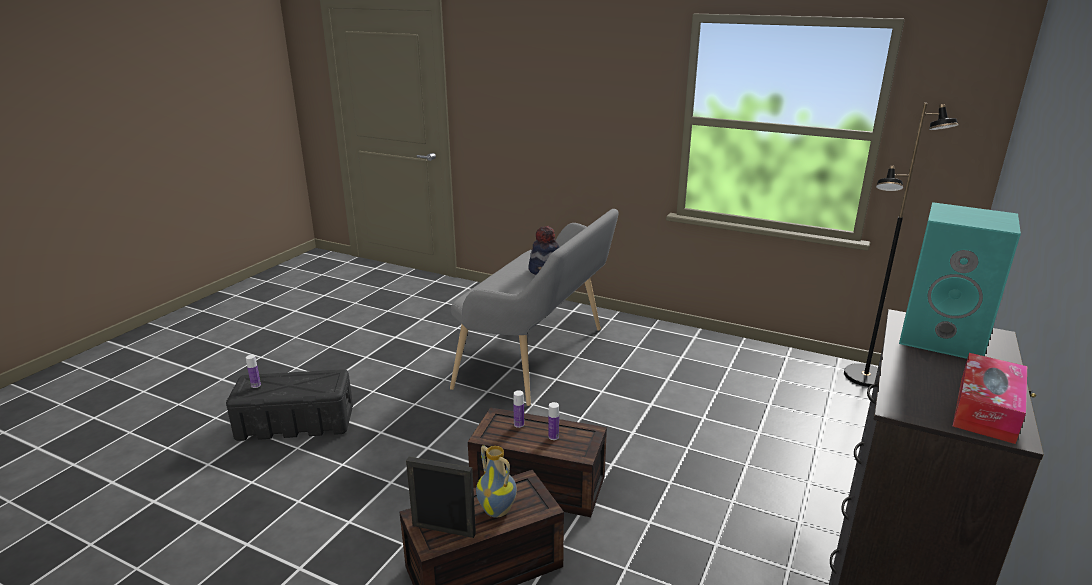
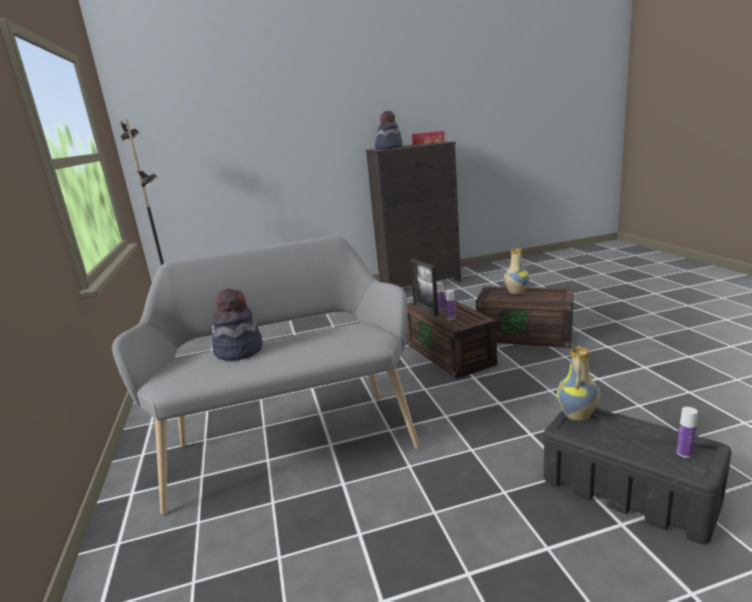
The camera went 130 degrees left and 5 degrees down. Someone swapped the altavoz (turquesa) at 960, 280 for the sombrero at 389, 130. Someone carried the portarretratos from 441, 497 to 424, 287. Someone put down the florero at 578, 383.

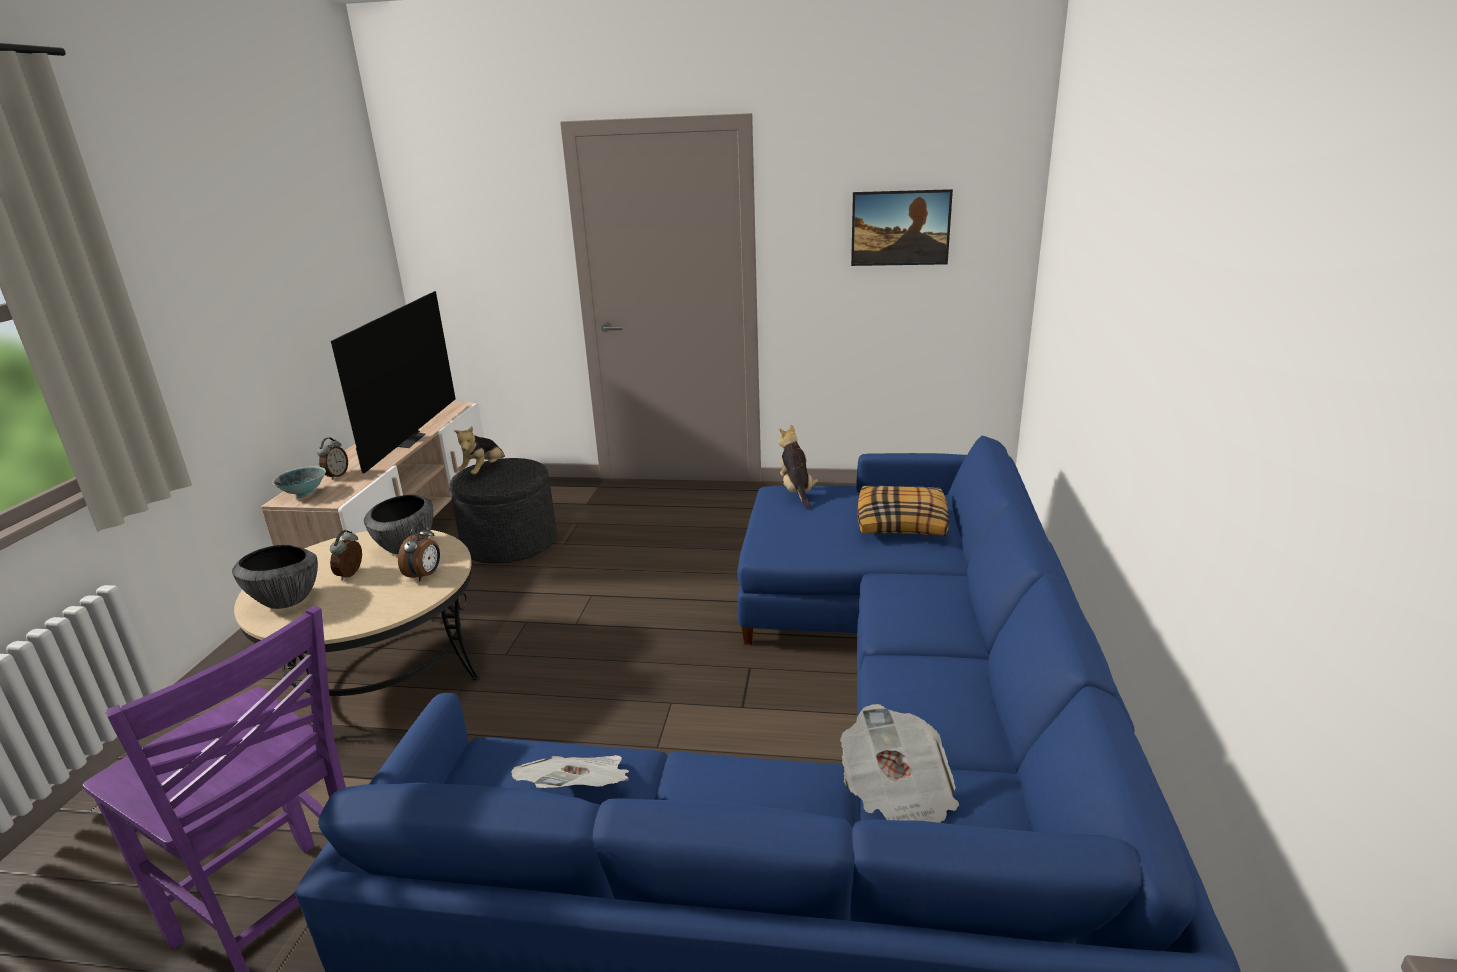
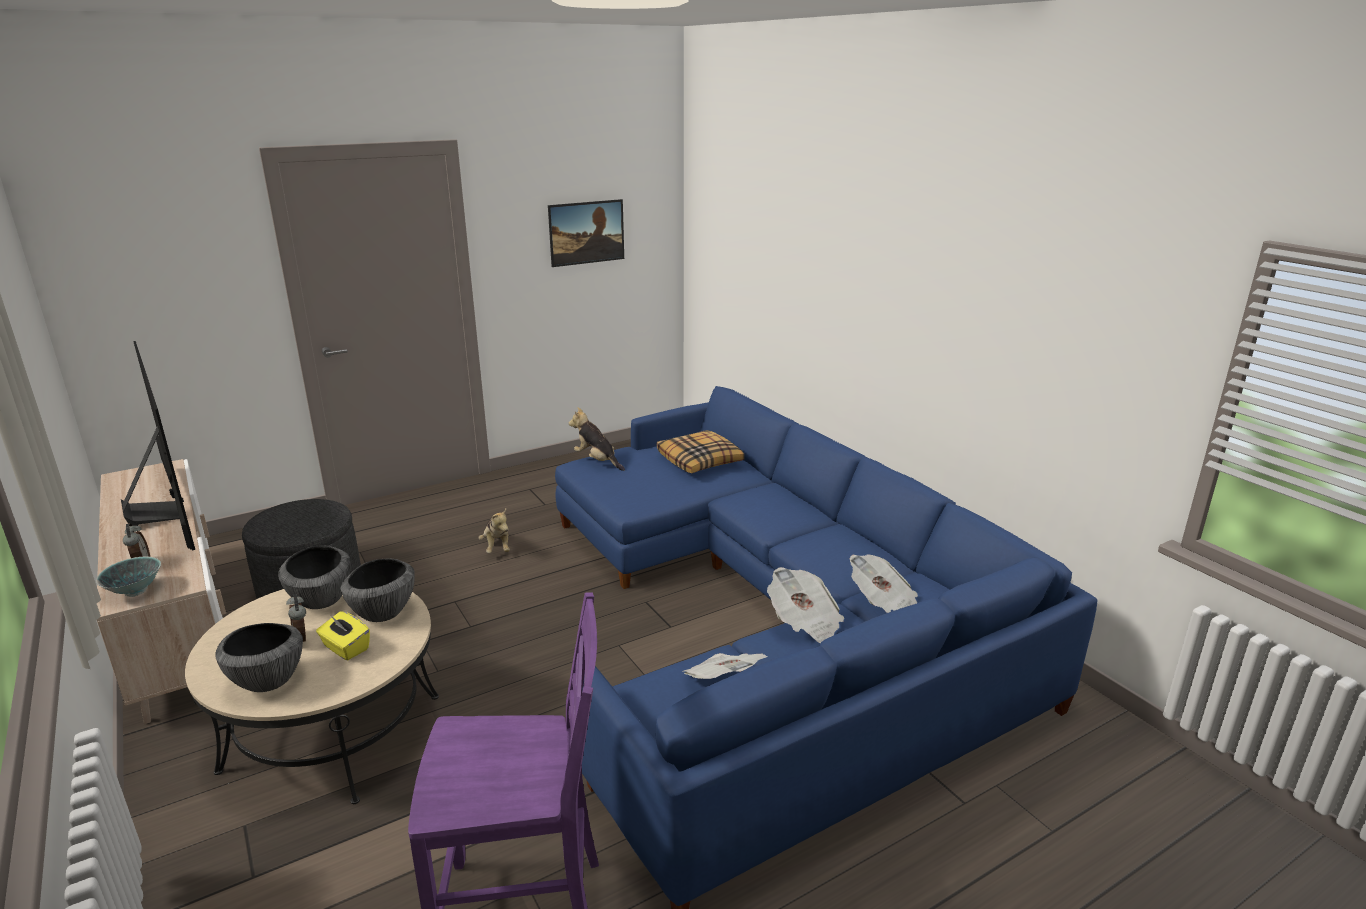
The camera went 40 degrees left and 0 degrees up. Someone put down the caja de pañuelos (amarillo) at 343, 635. Someone swapped the despertador at 419, 552 for the cuenco at 378, 590. Someone carried the peluche from 479, 451 to 494, 531. Someone put down the periódico at 805, 605.

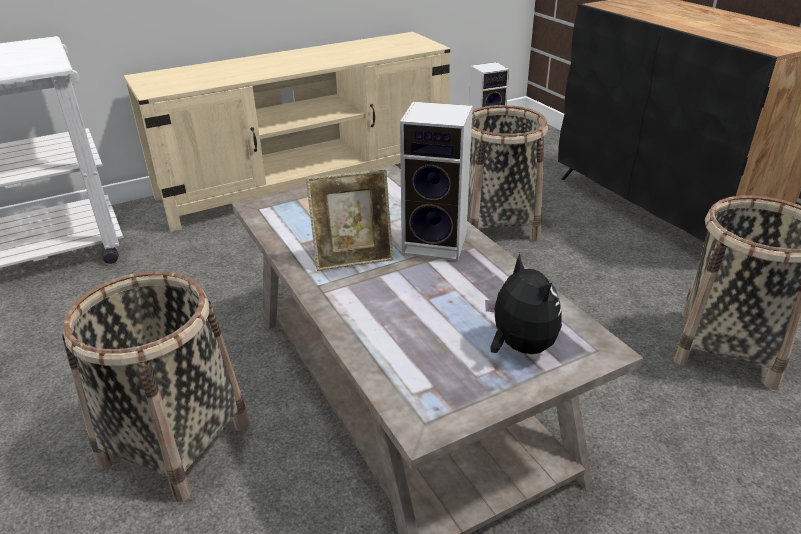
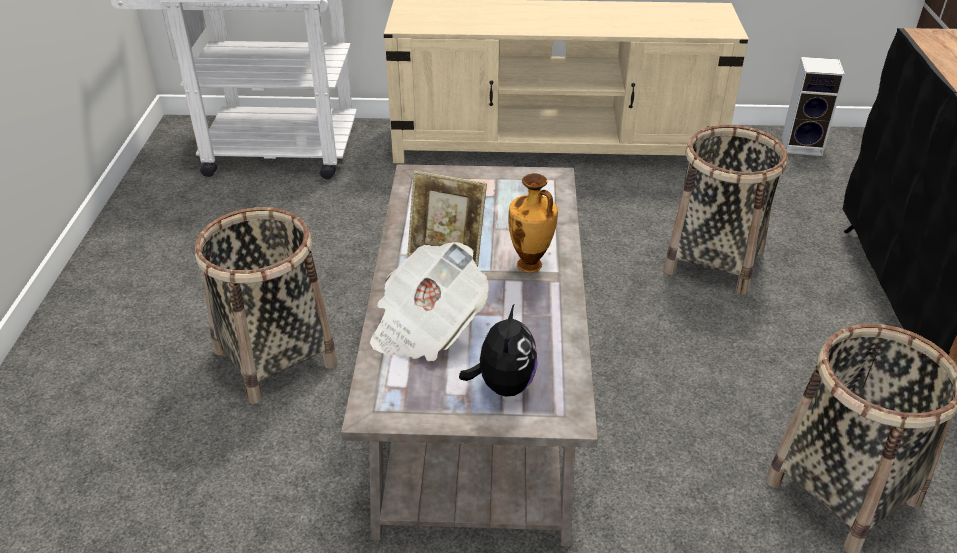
The camera went 30 degrees right and 5 degrees up. Someone put down the periódico at 429, 301. Someone swapped the altavoz at 436, 181 for the florero at 533, 223.

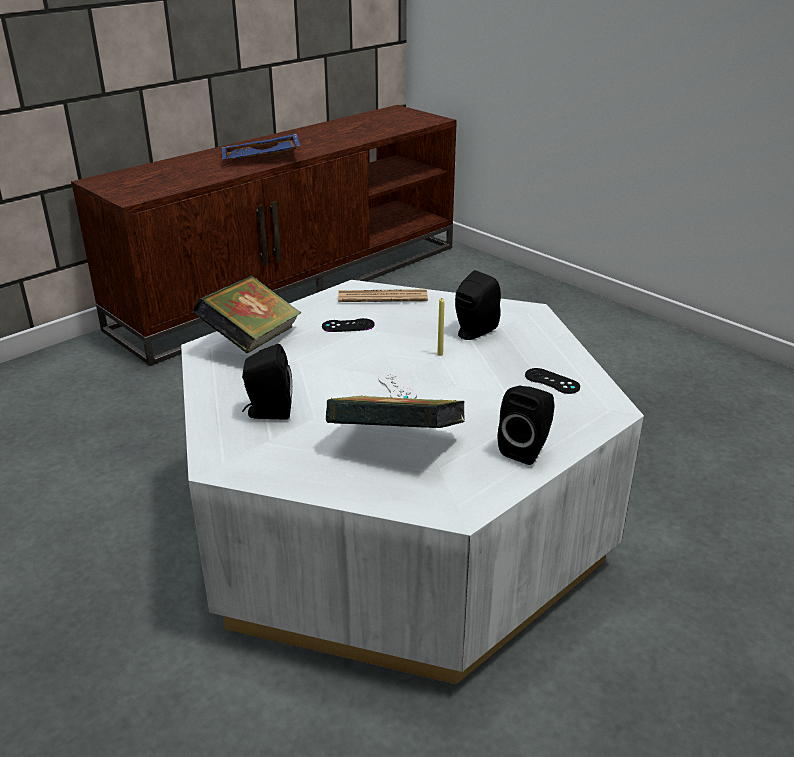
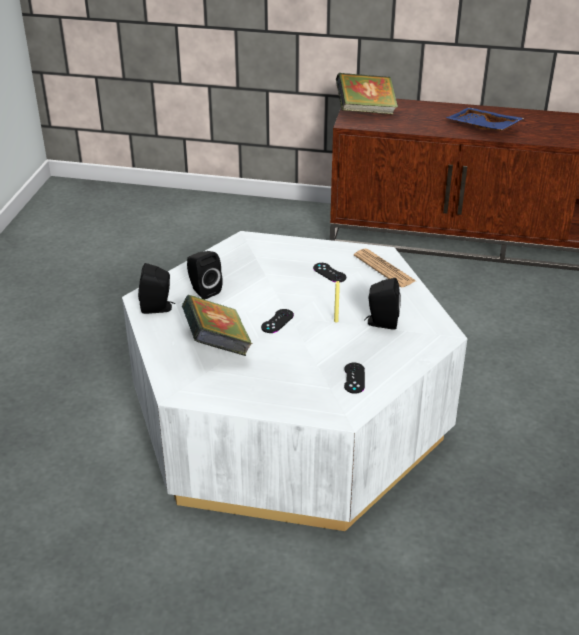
The camera went 55 degrees right and 5 degrees up. Someone carried the altavoz (negro) from 526, 425 to 156, 288. Someone repainted the mando de consola (blanco) at 397, 385, which became the mando de consola (negro) at 277, 321. Someone carried the libro from 247, 314 to 367, 93.

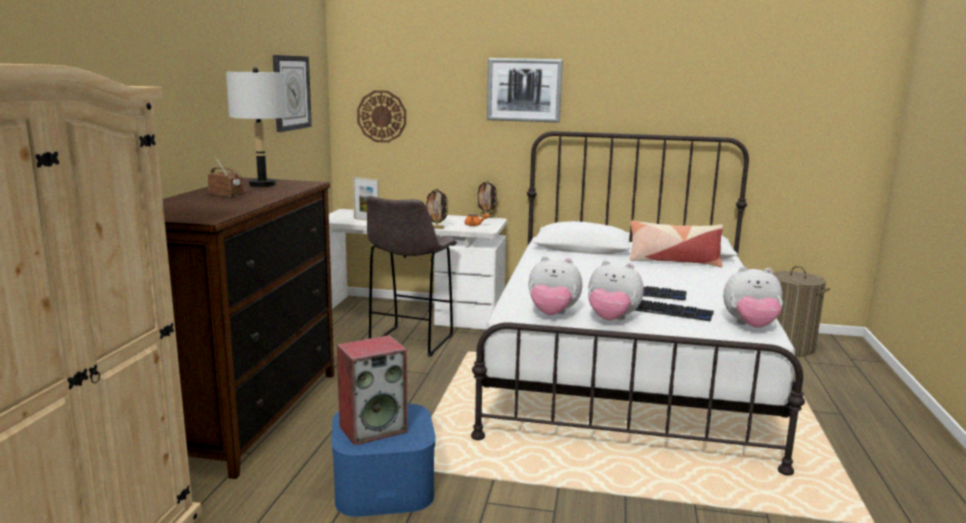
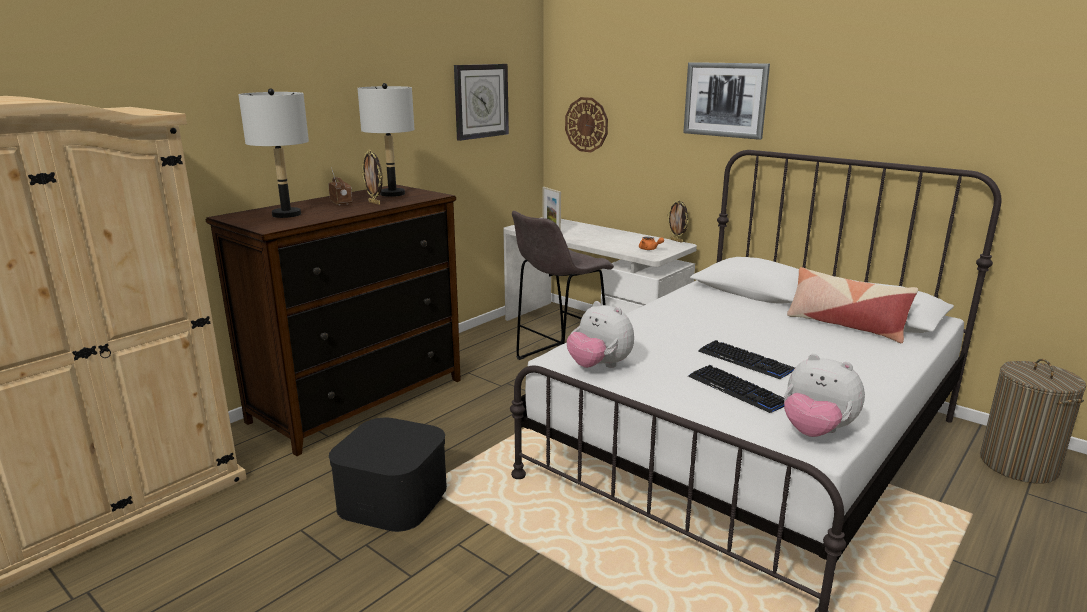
The camera went 30 degrees right and 5 degrees up. Someone put down the lámpara de mesa (gris) at 273, 153. Someone repainted the caja de almacenaje (azul) at 383, 460, which became the caja de almacenaje (negro) at 388, 475. Someone carried the portarretratos from 437, 208 to 372, 177. Someone took away the altavoz at 372, 390. Someone took away the peluche at 616, 290.

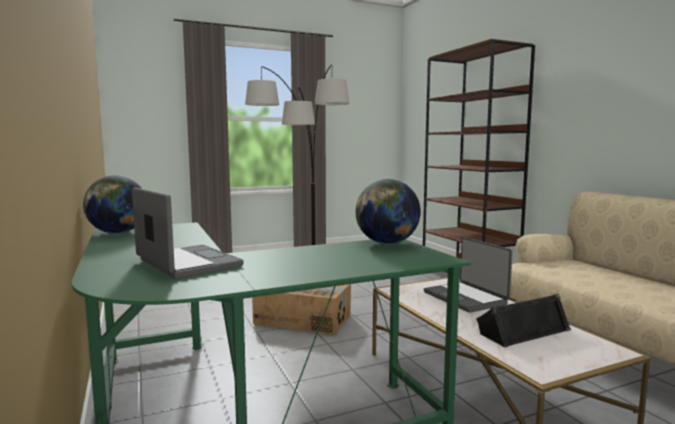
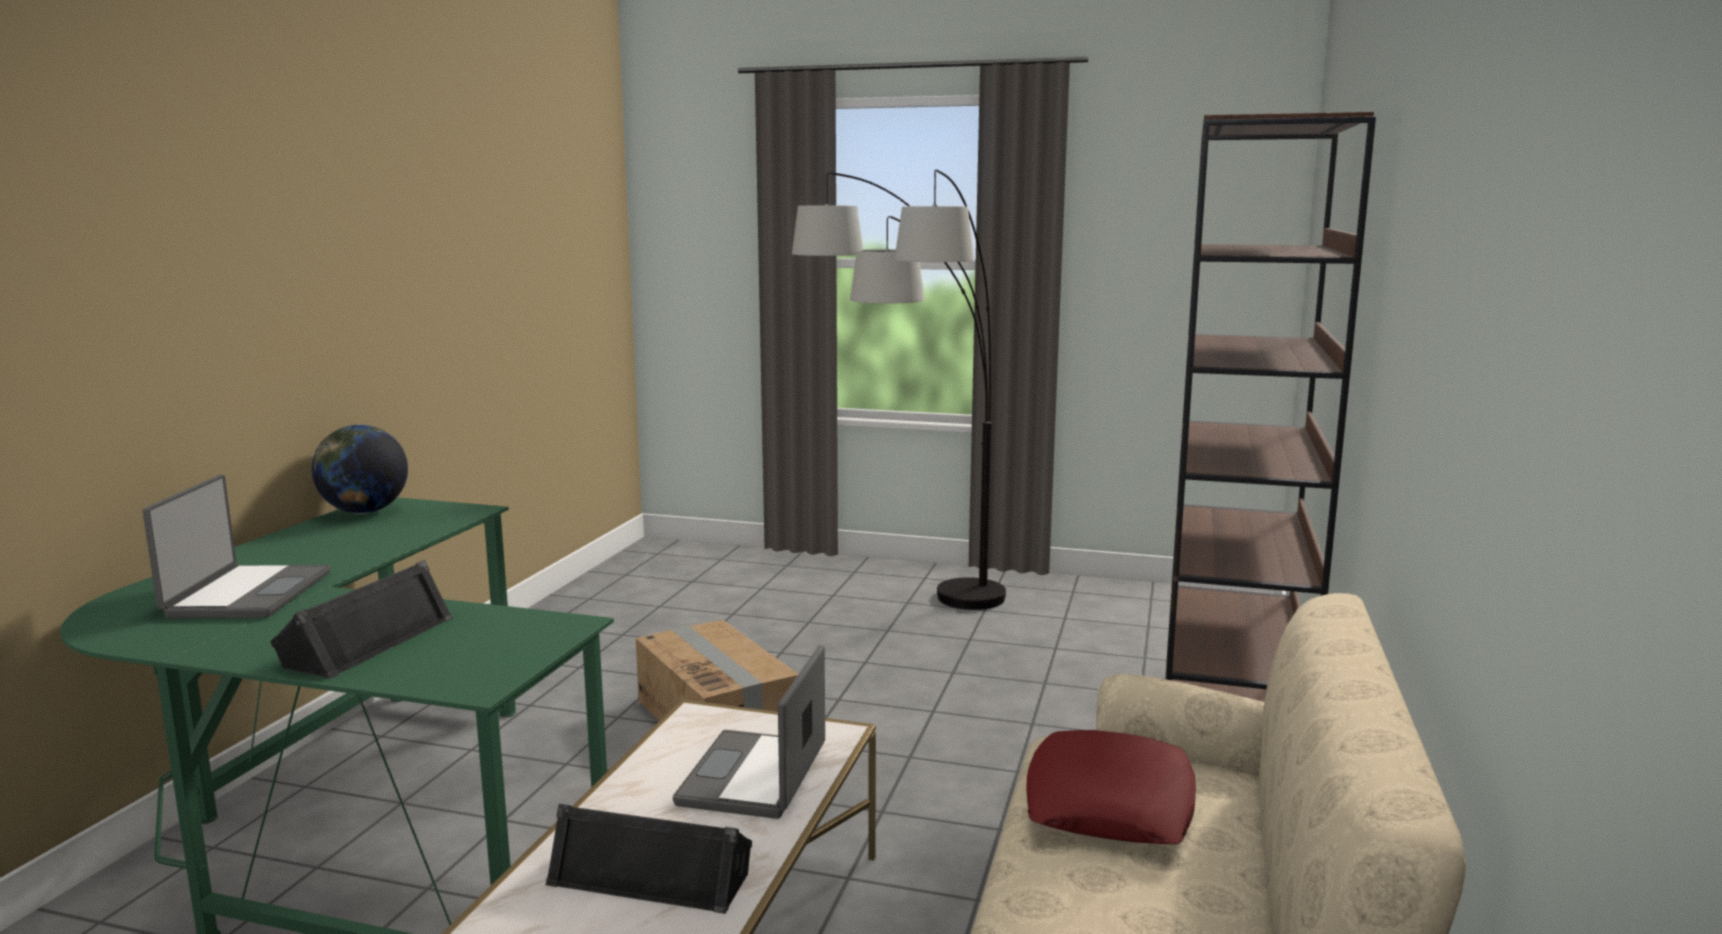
The camera went 40 degrees right and 5 degrees up. Someone put down the altavoz (negro) at 361, 619. Someone put down the cojín (rojo) at 1111, 787. Someone took away the globo terráqueo at 388, 212.

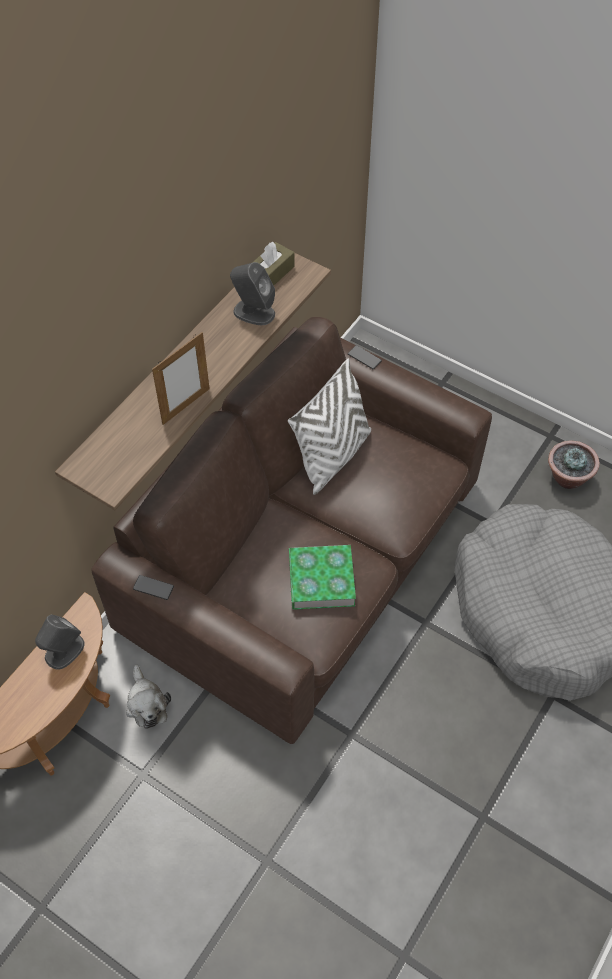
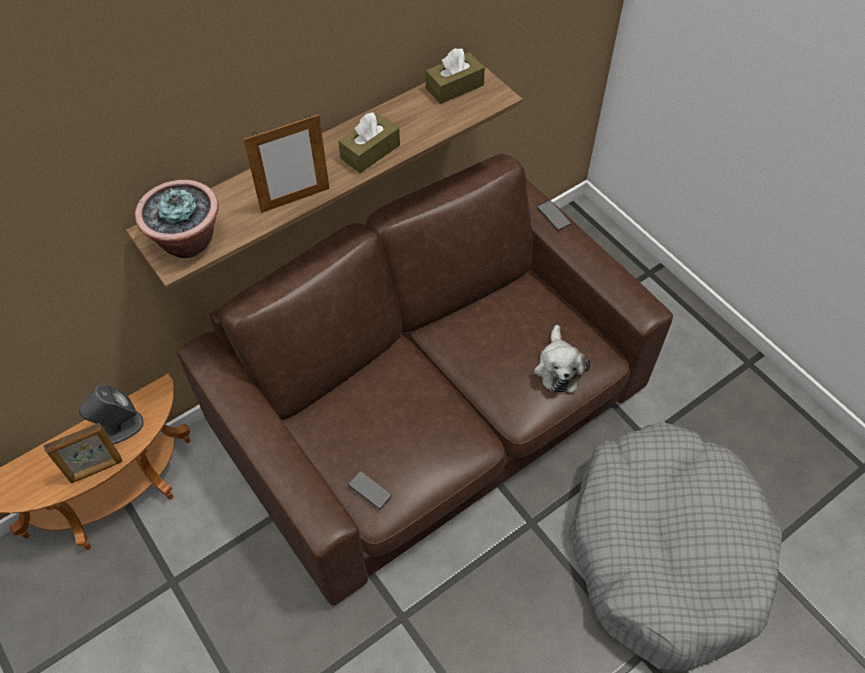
The camera went 20 degrees right and 0 degrees up. Someone put down the portarretratos at 82, 453. Someone carried the planta en maceta from 574, 464 to 177, 219. Someone put down the caja de pañuelos (marrón) at 369, 142. Someone carried the móvil from 153, 587 to 370, 490. Someone carried the peluche from 148, 697 to 562, 359. Someone took away the altavoz (gris) at 252, 293. Someone took away the cojín (blanco) at 329, 426. Someone took away the libro at 322, 577.

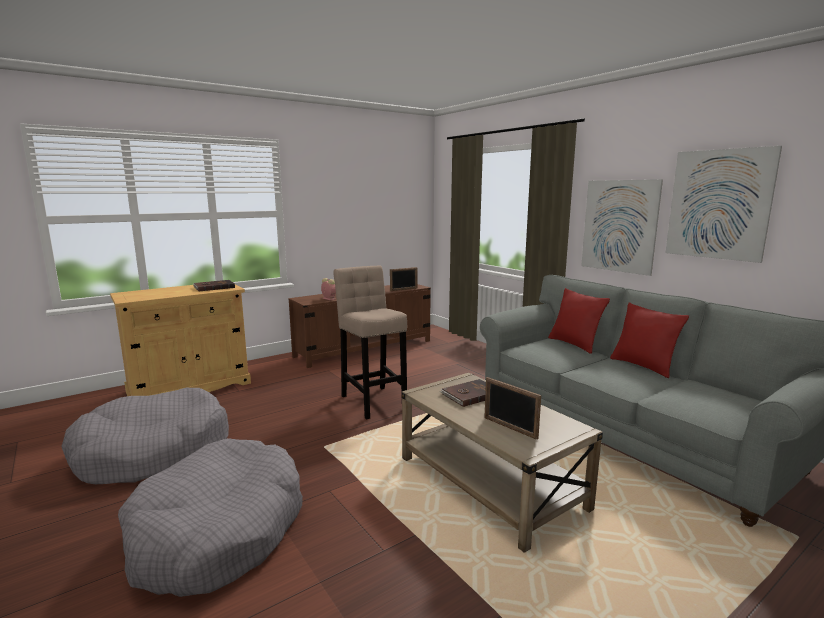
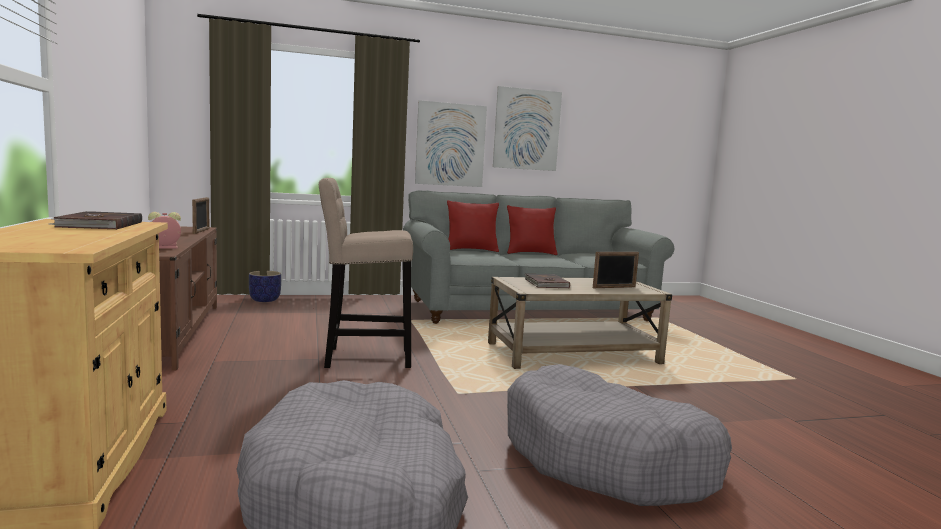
The camera went 70 degrees left and 5 degrees down. Someone put down the maceta at 265, 286.

